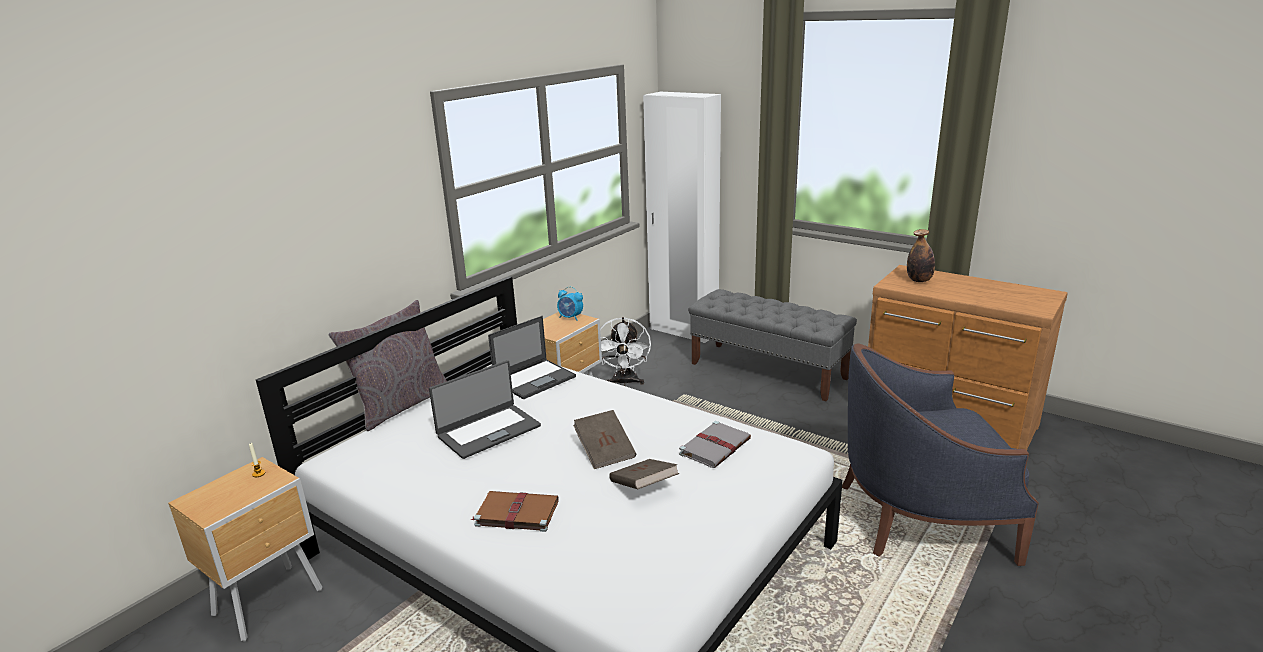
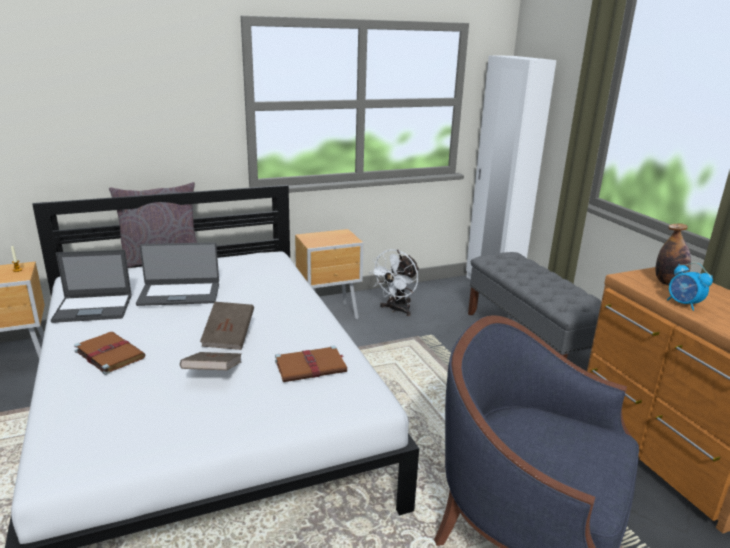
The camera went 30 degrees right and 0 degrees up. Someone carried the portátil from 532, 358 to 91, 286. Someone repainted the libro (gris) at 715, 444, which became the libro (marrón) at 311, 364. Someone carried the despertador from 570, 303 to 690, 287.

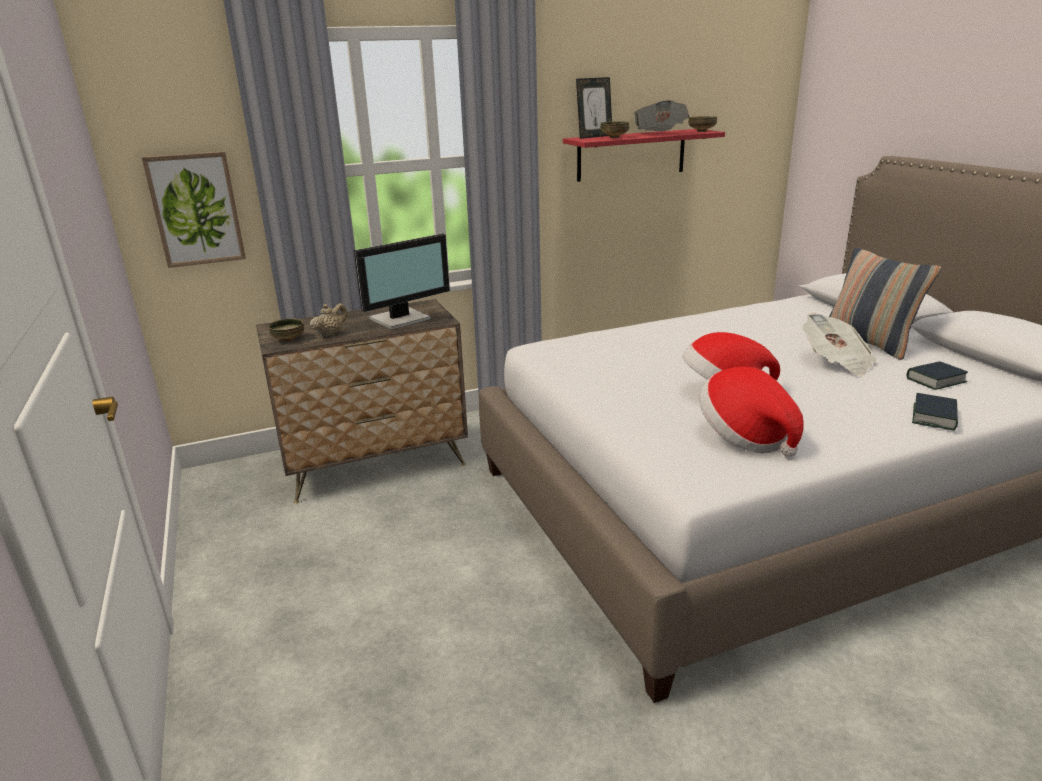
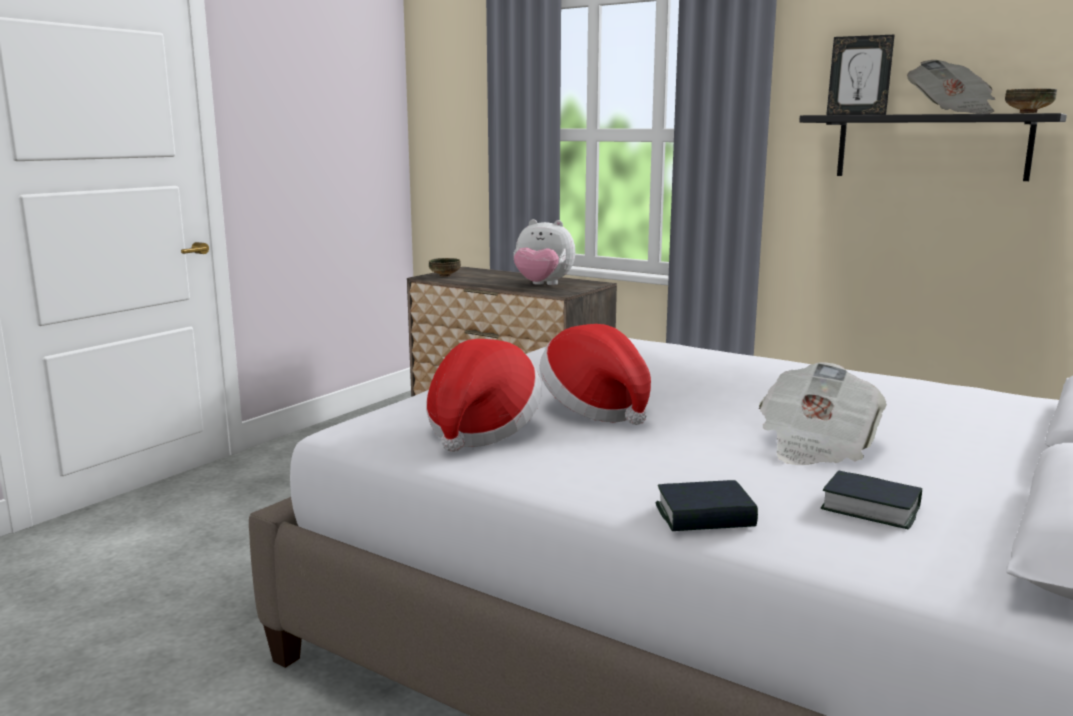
The camera went 55 degrees right and 10 degrees down. Someone swapped the monitor at 402, 282 for the peluche at 544, 252. Someone repainted the estante (rojo) at 644, 155, which became the estante (negro) at 933, 147. Someone took away the cuadro at 194, 209. Someone took away the tetera (beis) at 328, 320. Someone took away the cuenco at 614, 129. Someone took away the cojín at 885, 303.

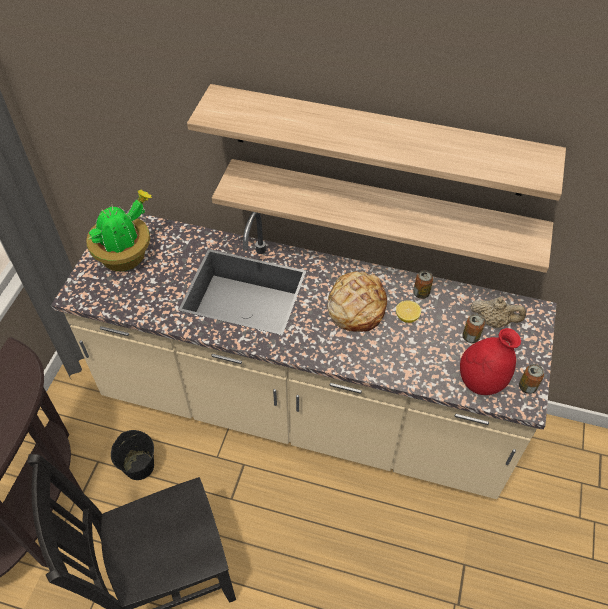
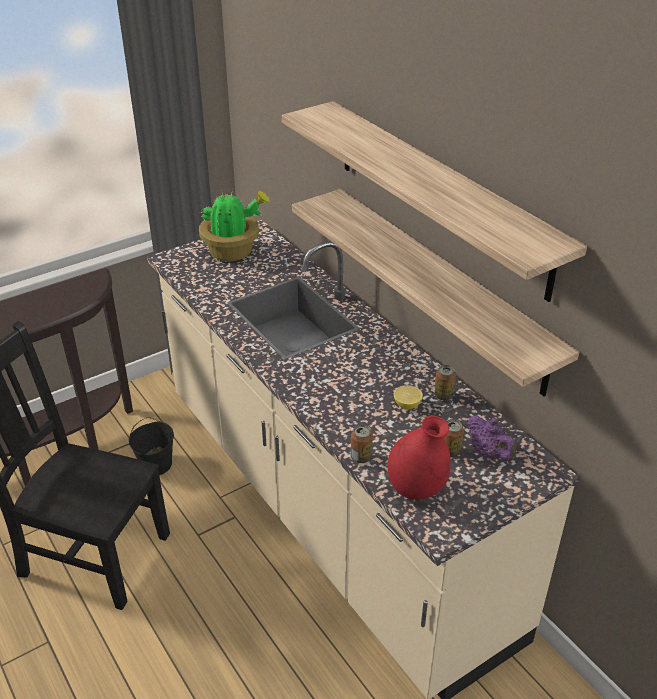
The camera went 40 degrees right and 15 degrees down. Someone carried the lata from 531, 379 to 362, 444. Someone repainted the tetera (beis) at 498, 312, which became the tetera (morado) at 491, 438. Someone took away the pan at 357, 301.

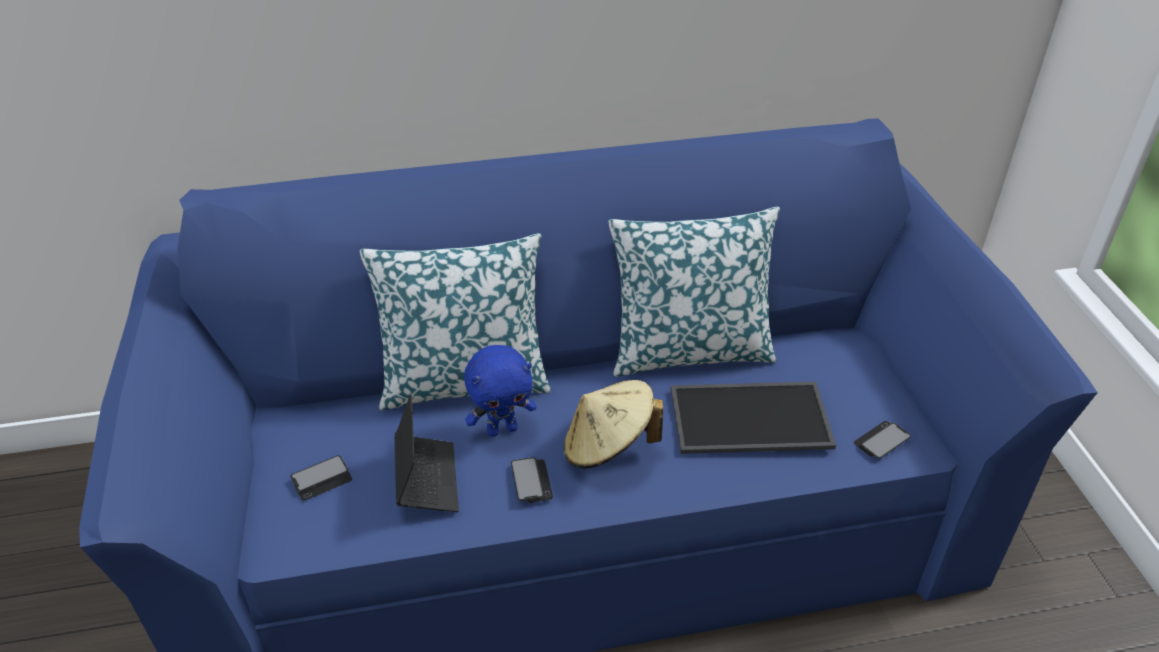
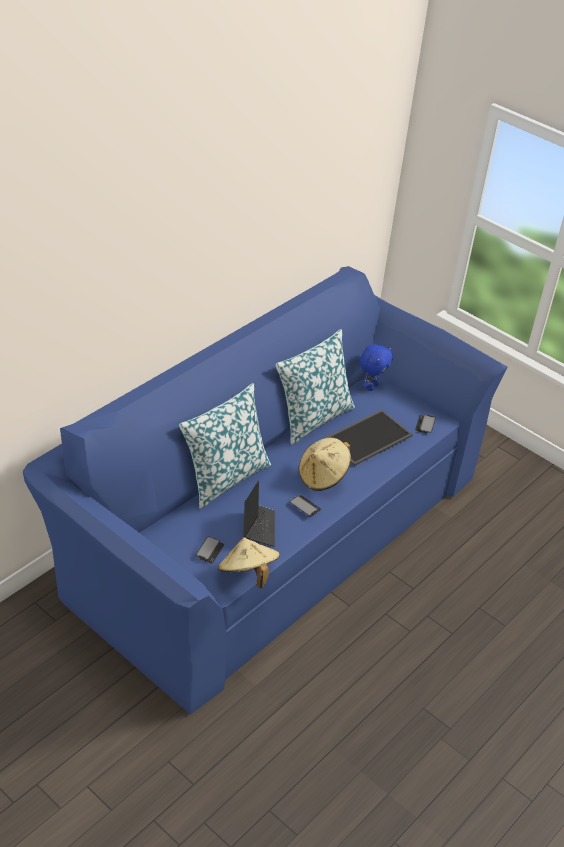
The camera went 40 degrees left and 0 degrees up. Someone put down the sombrero (beis) at 249, 562. Someone rotated the portátil at 427, 453 by 45 degrees clockwise. Someone carried the peluche (azul) from 500, 391 to 376, 367.

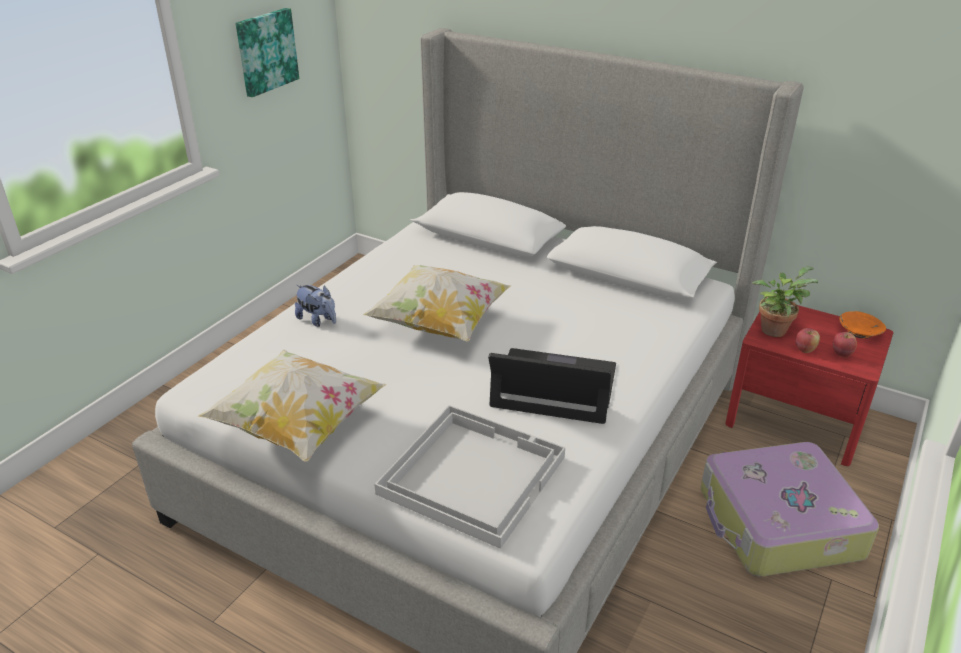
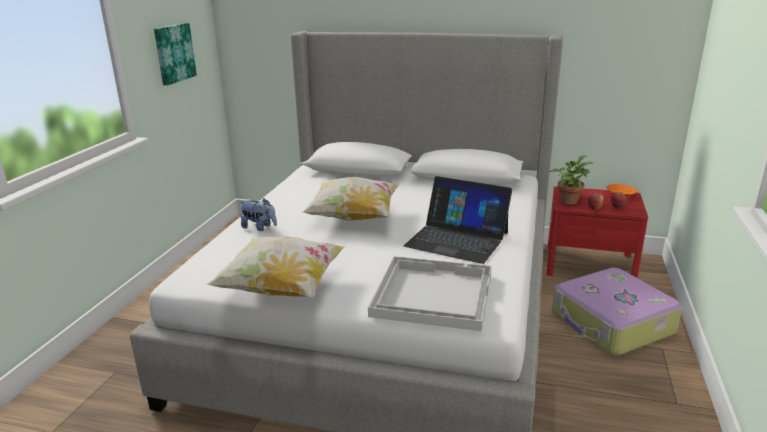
The camera went 15 degrees left and 10 degrees down. Someone rotated the portátil at 552, 386 by 150 degrees counterclockwise.

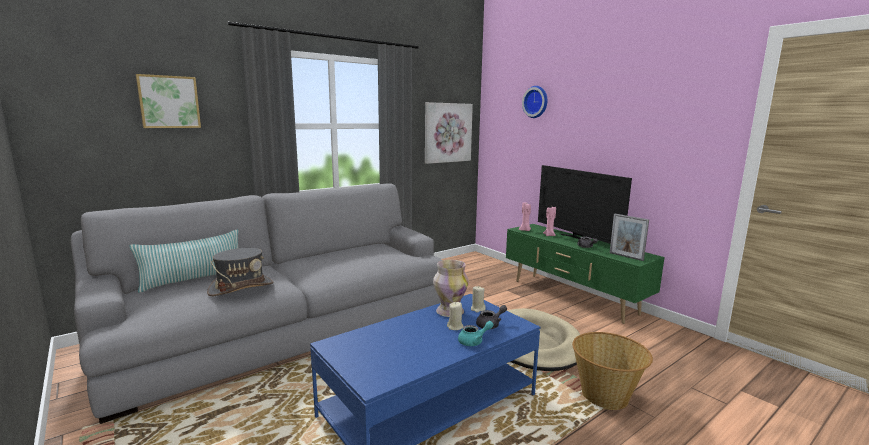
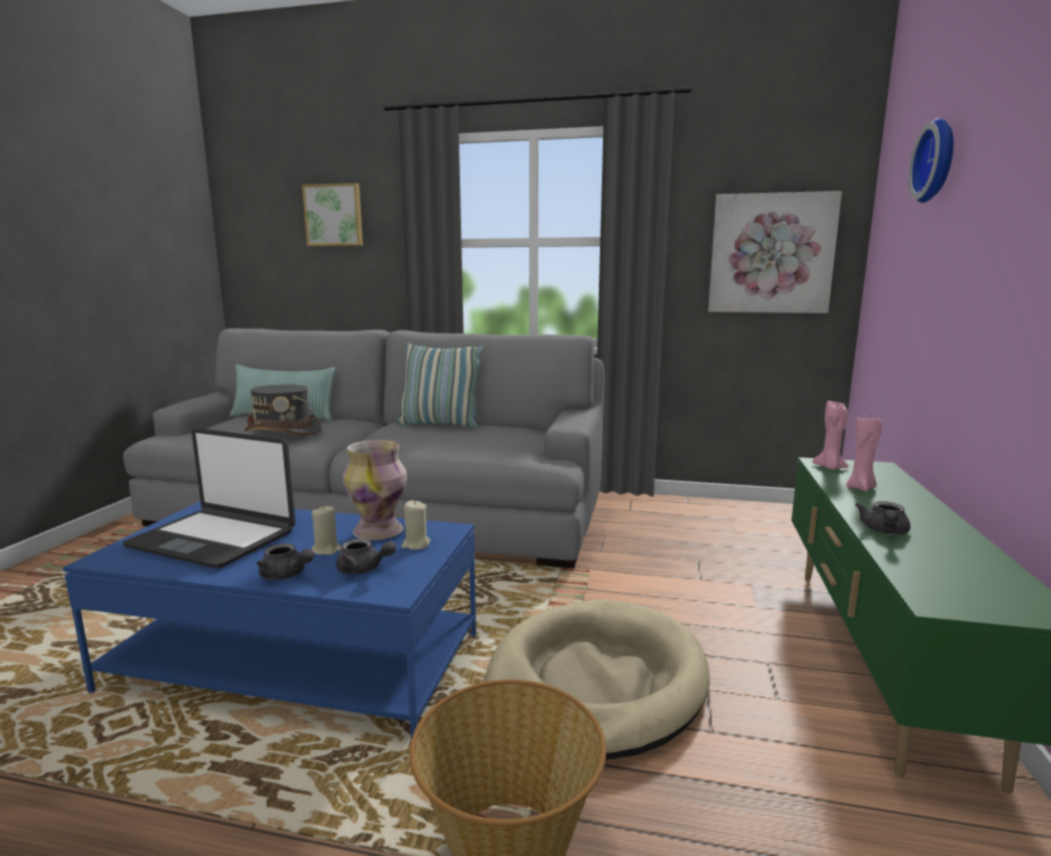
The camera went 50 degrees right and 0 degrees up. Someone put down the portátil at 209, 498. Someone repainted the tetera (turquesa) at 476, 333, which became the tetera (gris) at 285, 561. Someone put down the cojín at 440, 385. Someone took away the televisor at 585, 204. Someone took away the portarretratos at 629, 237.

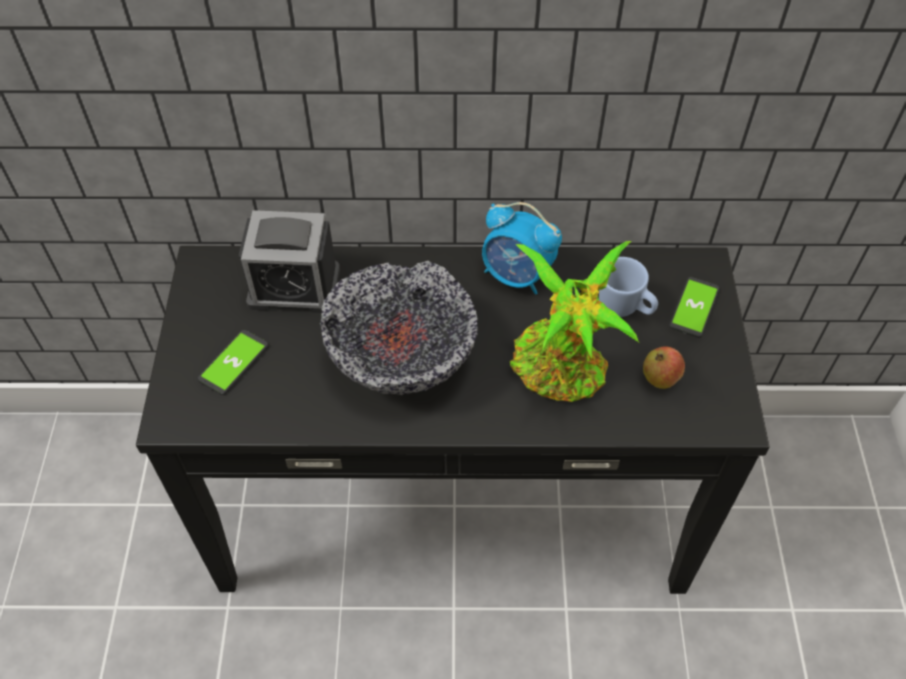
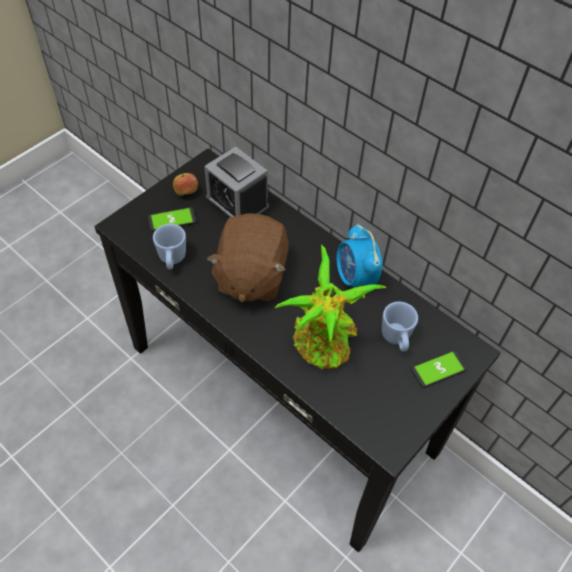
The camera went 40 degrees right and 0 degrees up. Someone put down the taza grande (azul) at 169, 246. Someone carried the manzana from 664, 367 to 185, 184. Someone swapped the cuenco at 399, 328 for the peluche (marrón) at 248, 257.

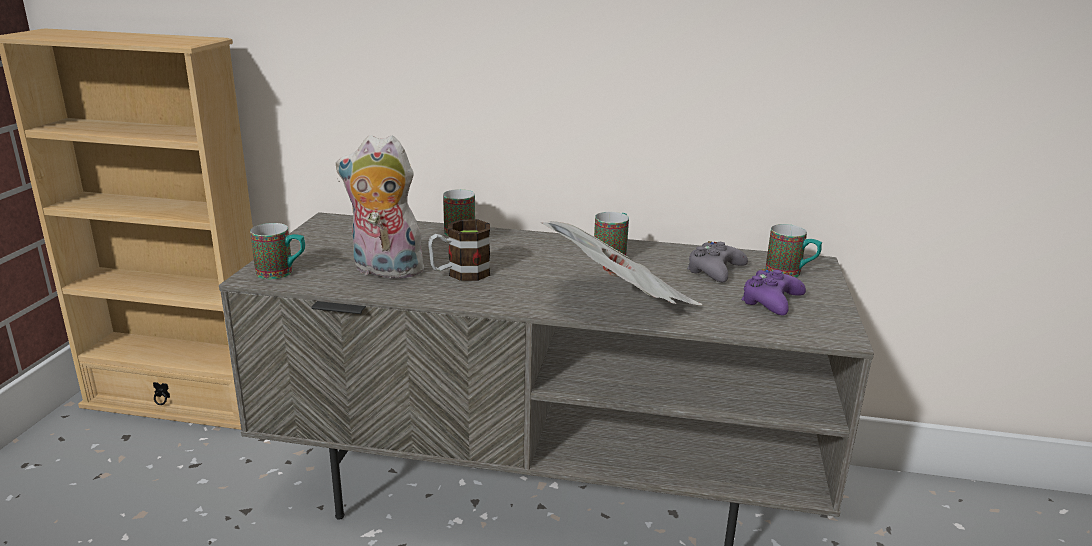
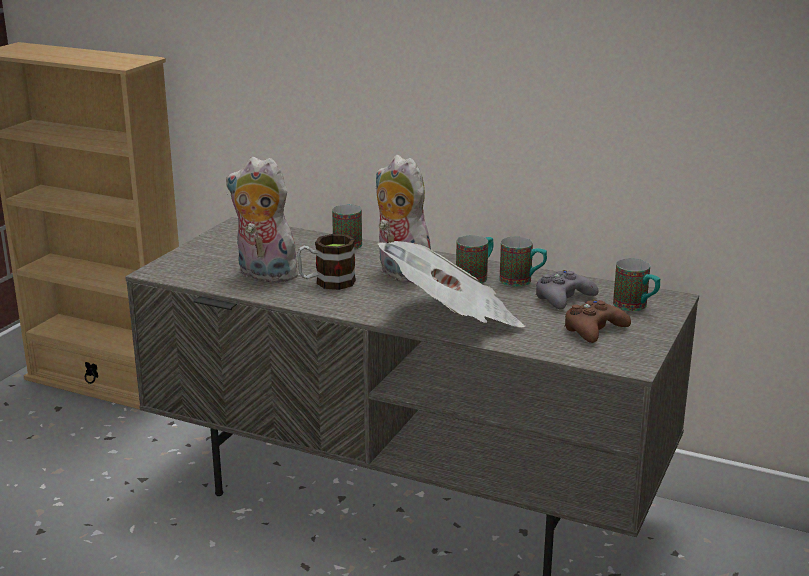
The camera went 15 degrees right and 0 degrees up. Someone put down the peluche at 403, 219. Someone carried the taza grande from 277, 251 to 523, 261. Someone repainted the mando de consola (morado) at 773, 292, which became the mando de consola (marrón) at 598, 321.

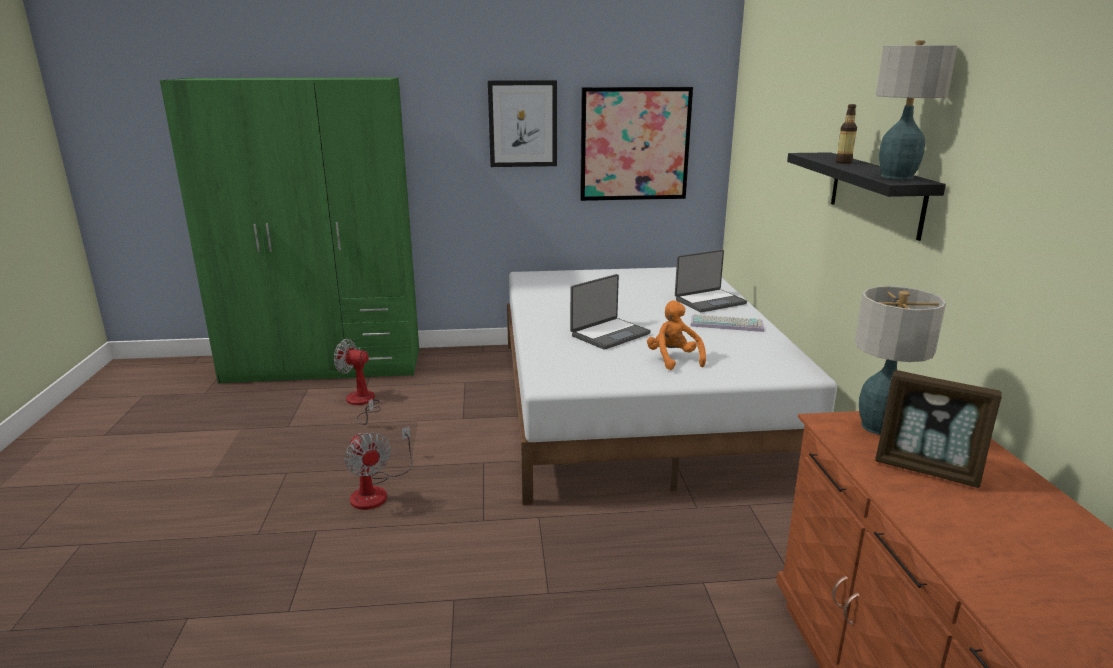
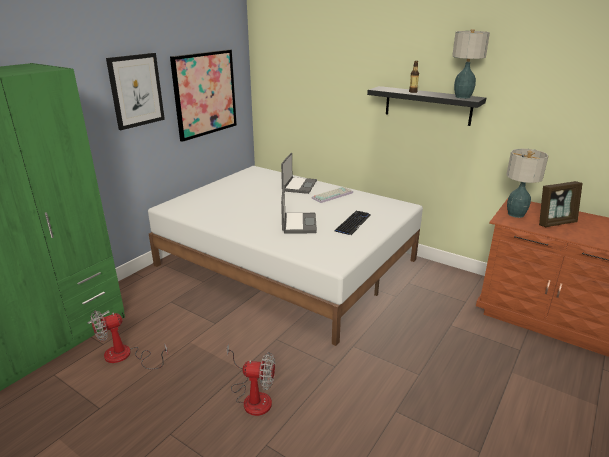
The camera went 50 degrees left and 5 degrees up. Someone swapped the peluche (naranja) at 676, 335 for the teclado at 353, 223.

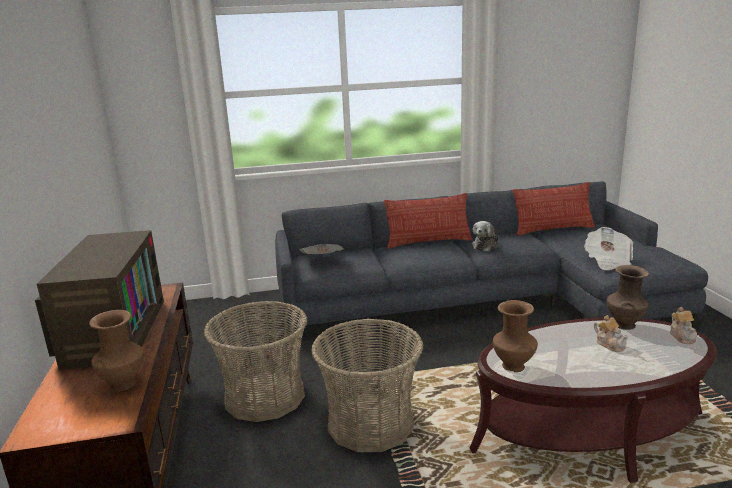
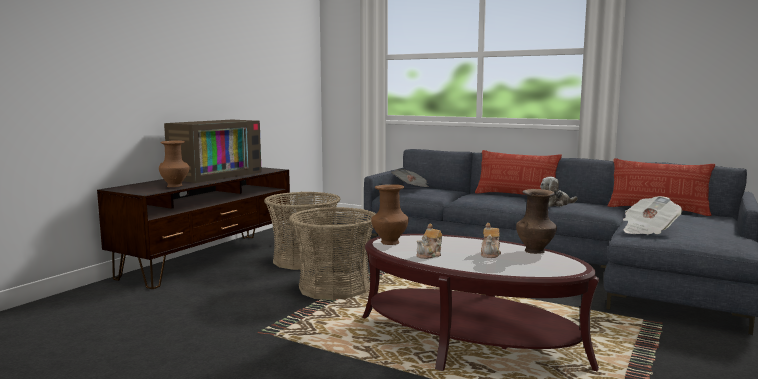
The camera went 40 degrees right and 10 degrees down. Someone carried the tetera from 683, 325 to 429, 241.

